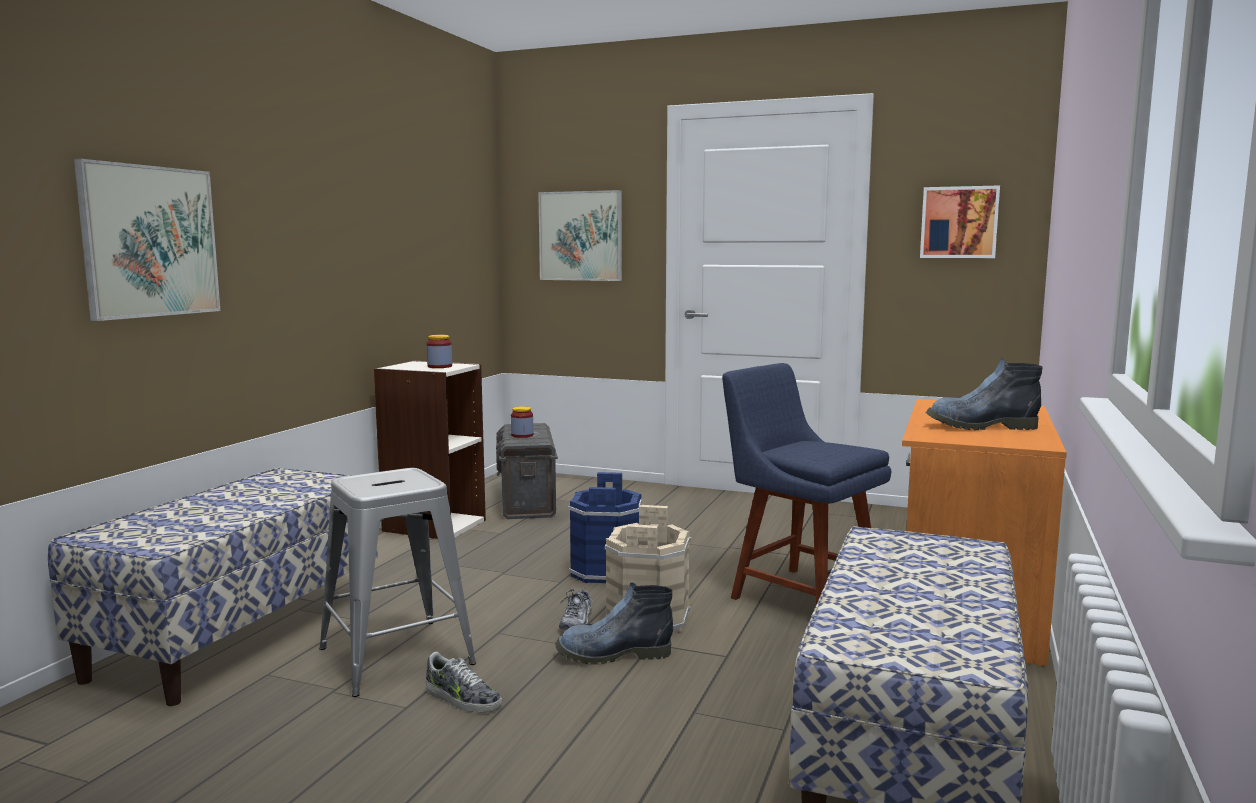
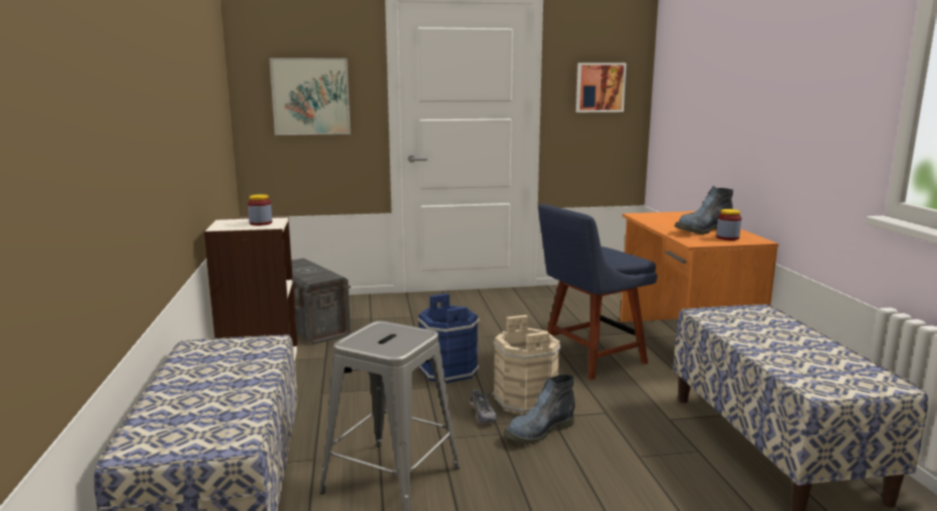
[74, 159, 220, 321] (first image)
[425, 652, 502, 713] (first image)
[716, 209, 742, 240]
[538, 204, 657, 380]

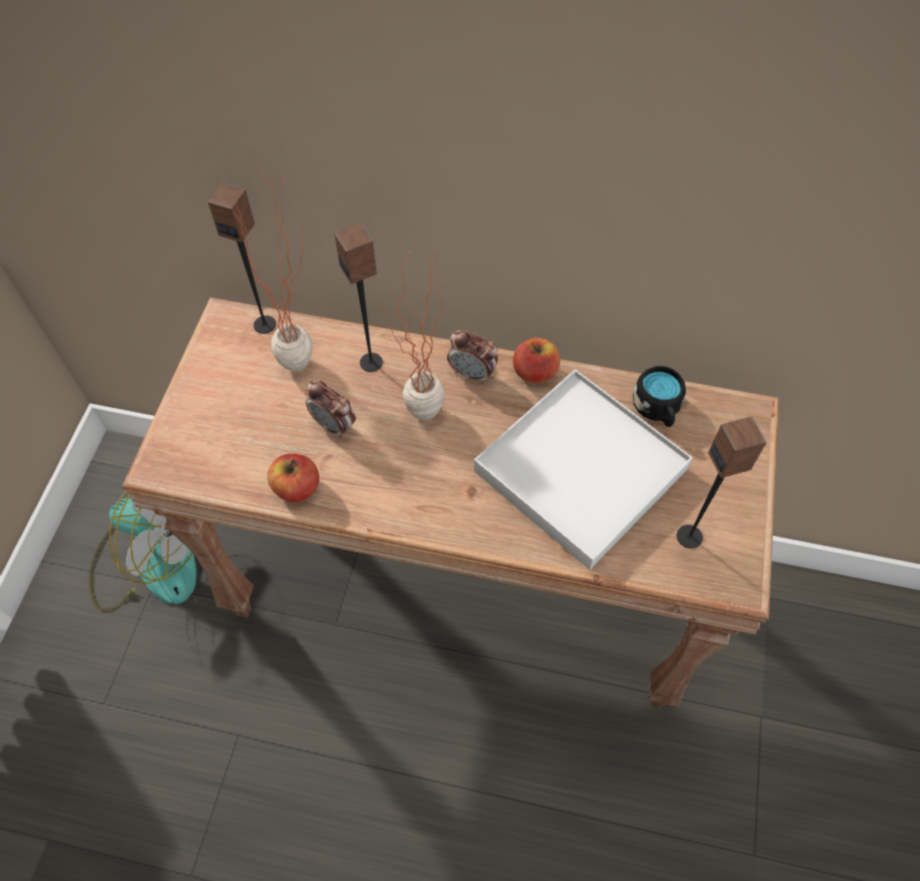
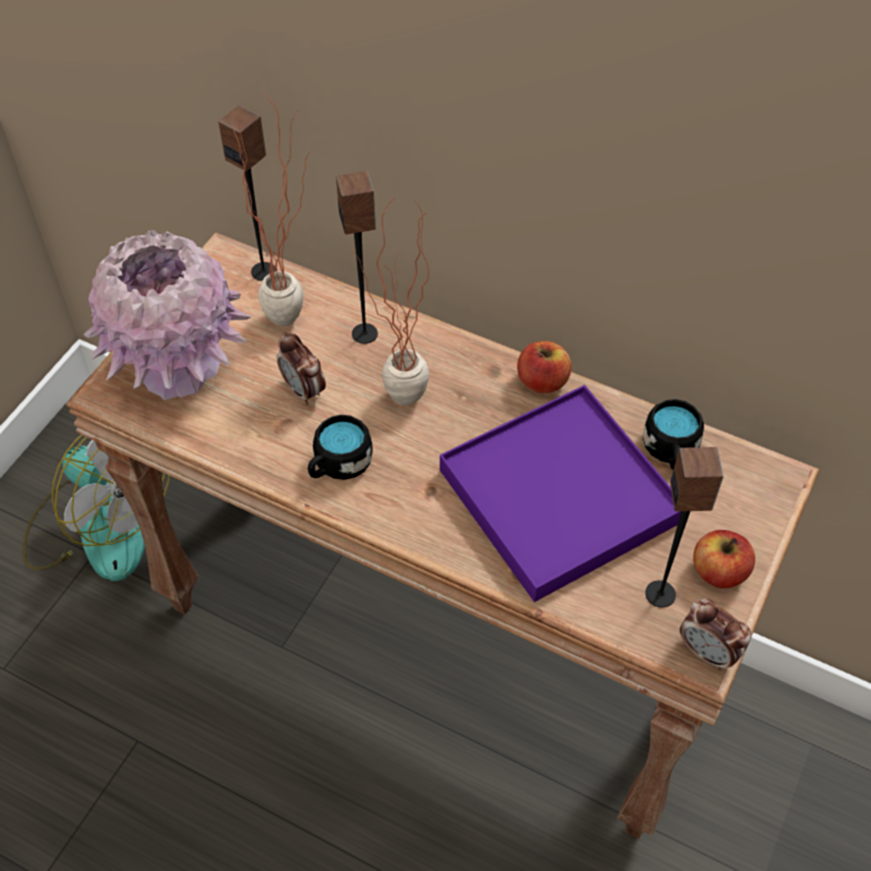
[693, 530, 755, 588]
[680, 598, 751, 671]
[440, 385, 681, 602]
[83, 230, 251, 400]
[308, 415, 373, 480]

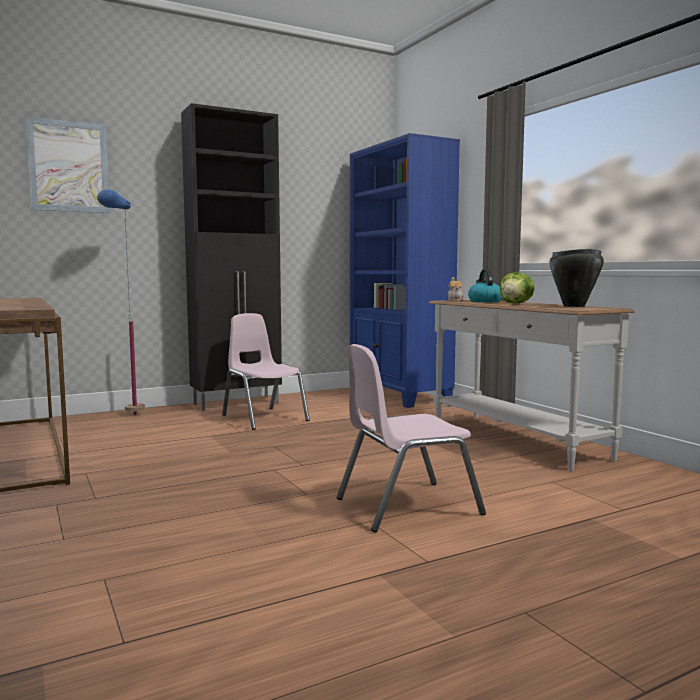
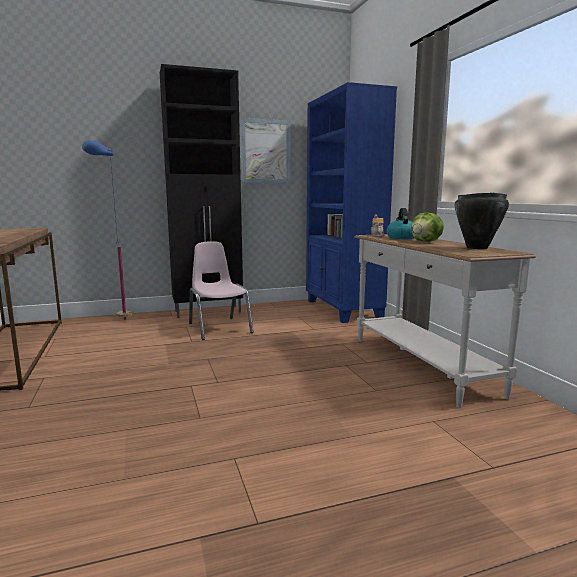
[240, 118, 290, 183]
[336, 344, 486, 532] (first image)

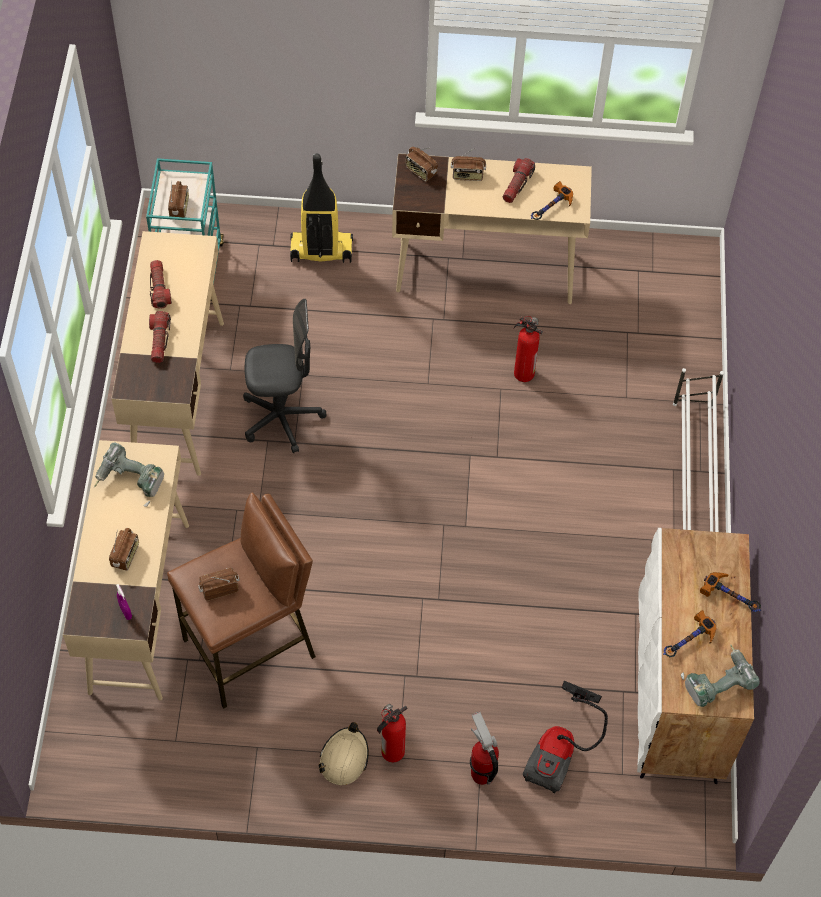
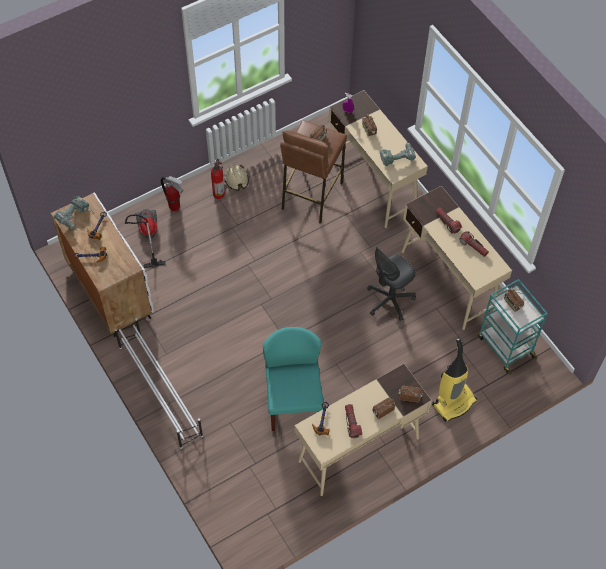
[263, 327, 324, 431]

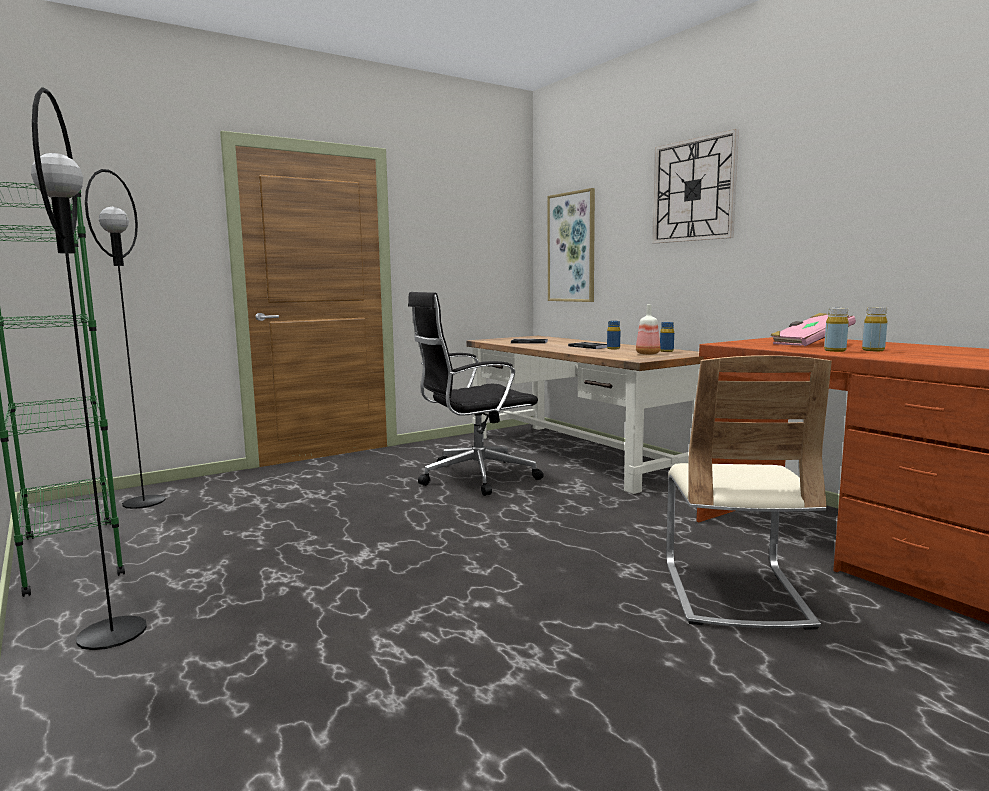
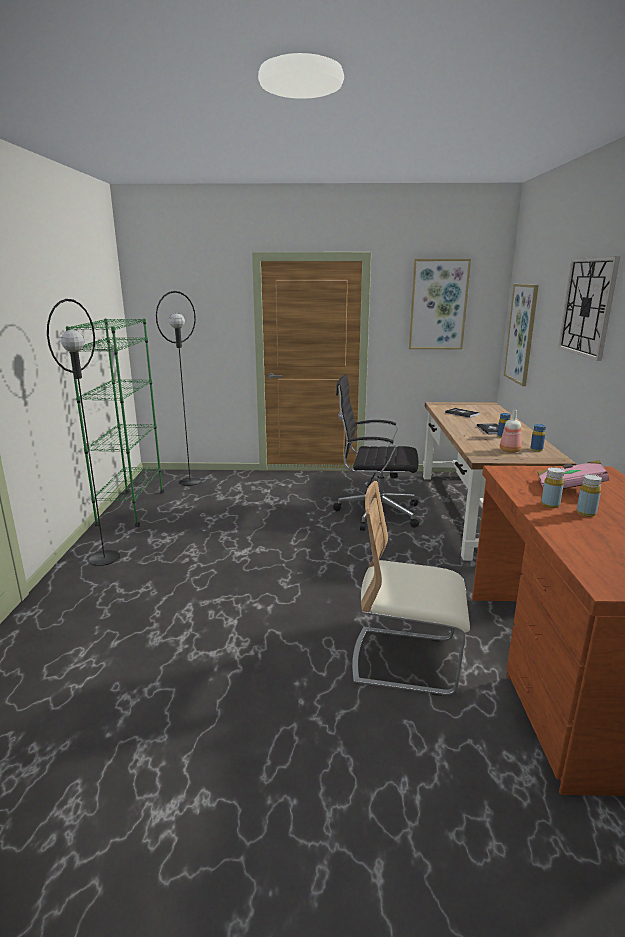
[352, 481, 470, 696]
[409, 259, 471, 349]

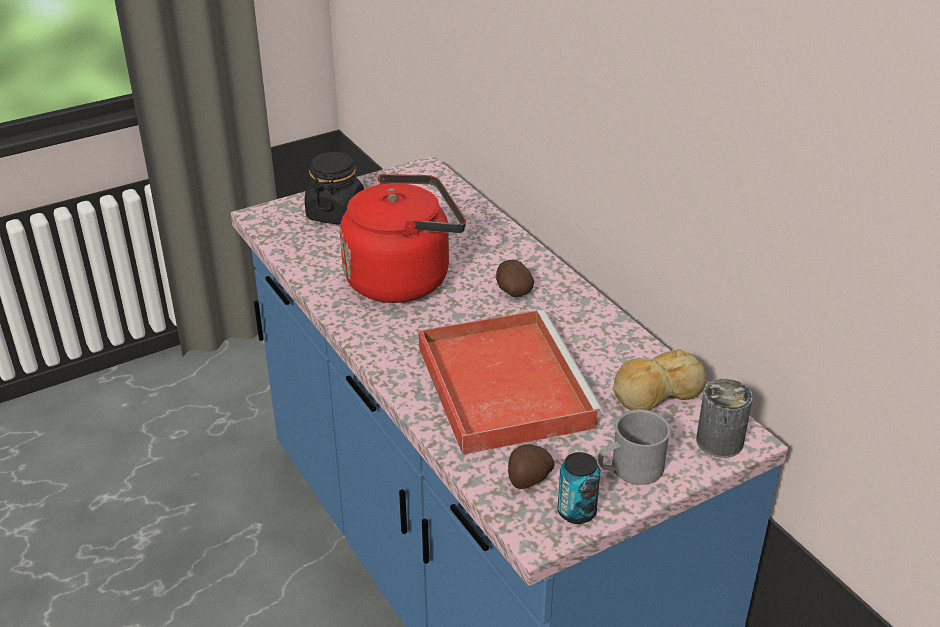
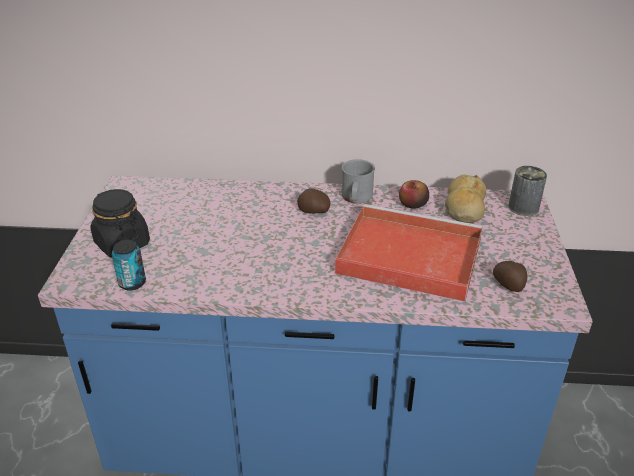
[340, 174, 466, 303] (first image)
[112, 240, 146, 291]
[342, 159, 375, 204]
[399, 180, 429, 209]

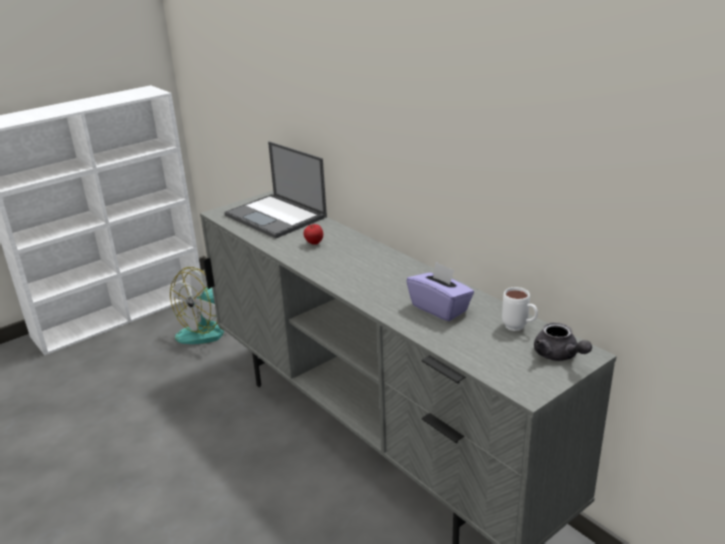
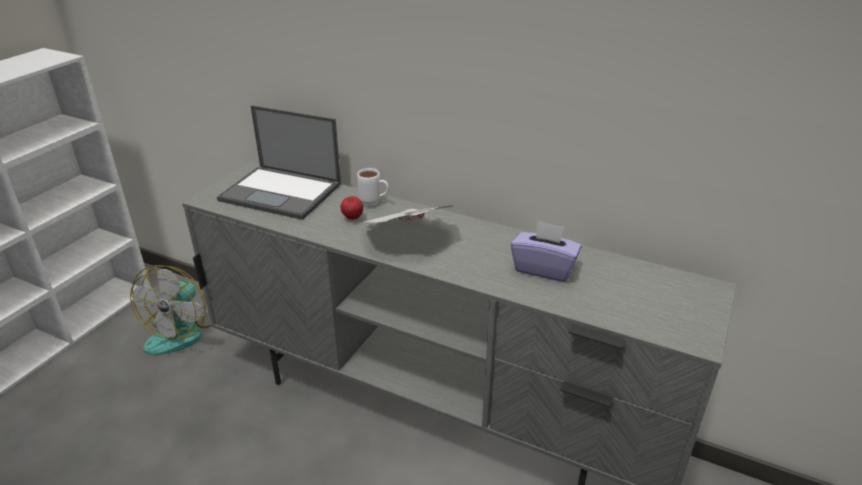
[357, 168, 389, 207]
[534, 322, 592, 361] (first image)
[363, 205, 453, 223]

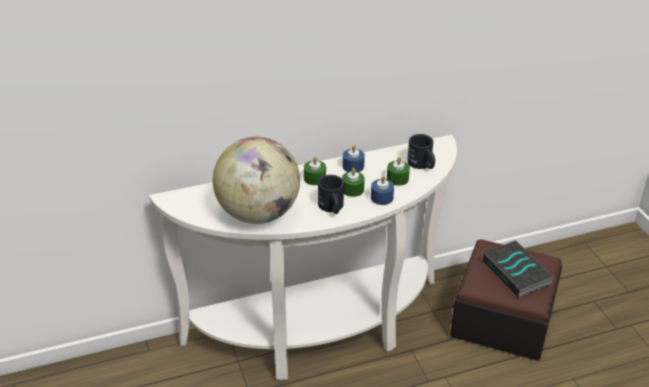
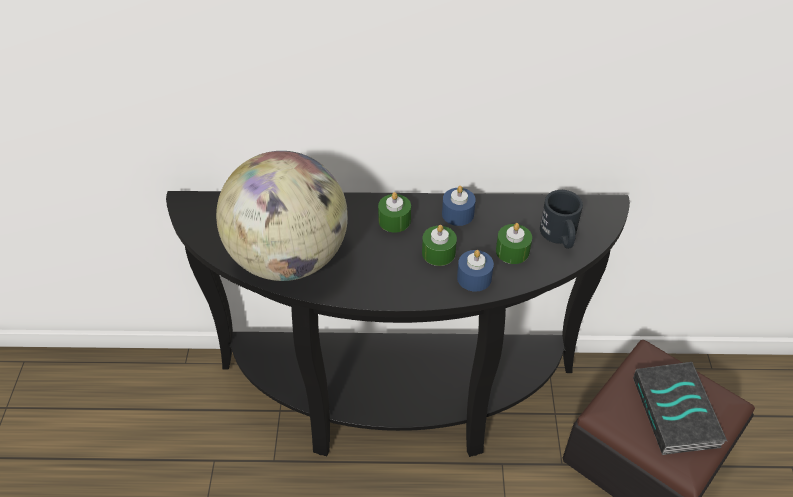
[166, 191, 630, 457]
[318, 175, 344, 214] (first image)

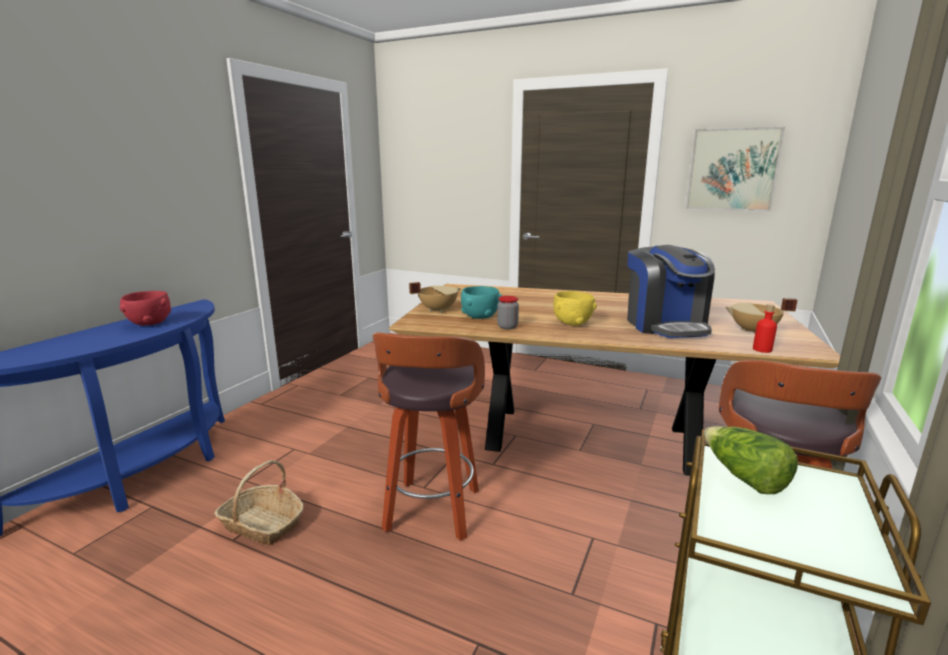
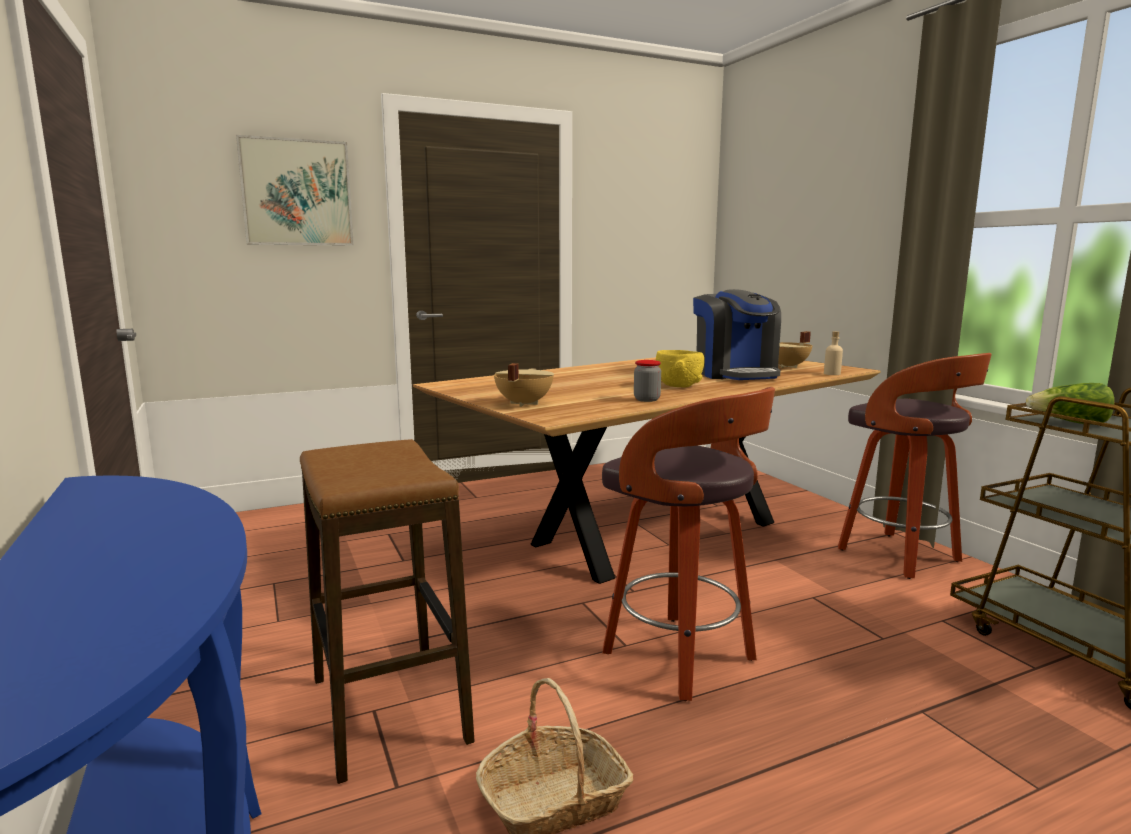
[120, 291, 171, 326] (first image)
[461, 286, 502, 319] (first image)
[693, 289, 781, 380]
[236, 135, 354, 246]
[824, 331, 843, 375]
[300, 439, 474, 784]

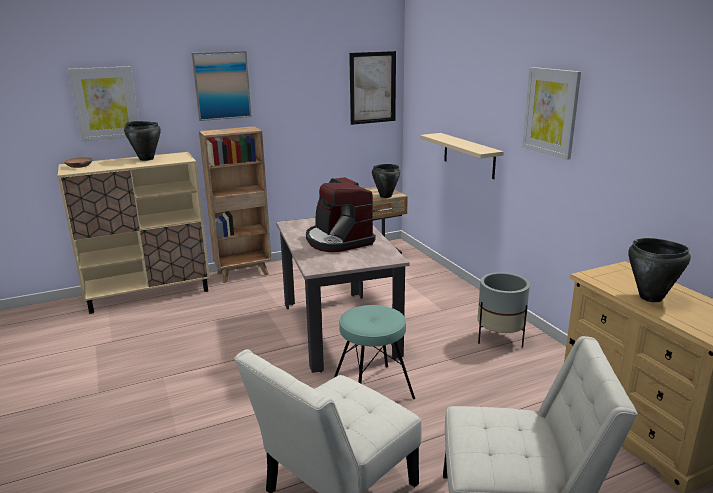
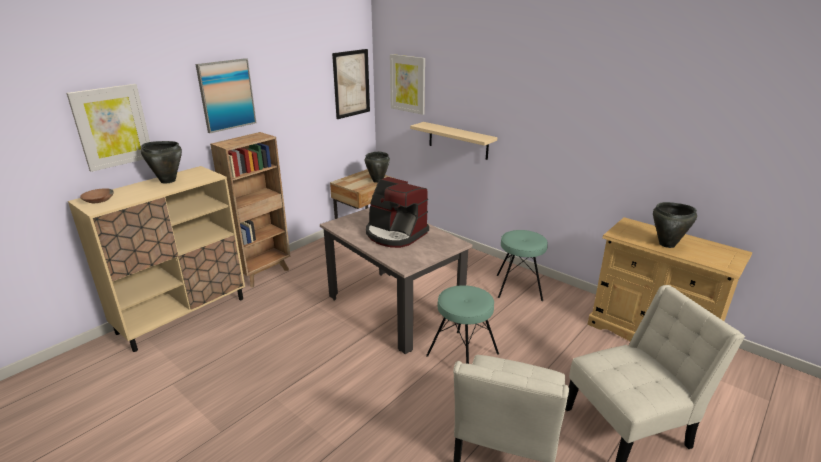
[497, 230, 548, 301]
[390, 54, 425, 115]

